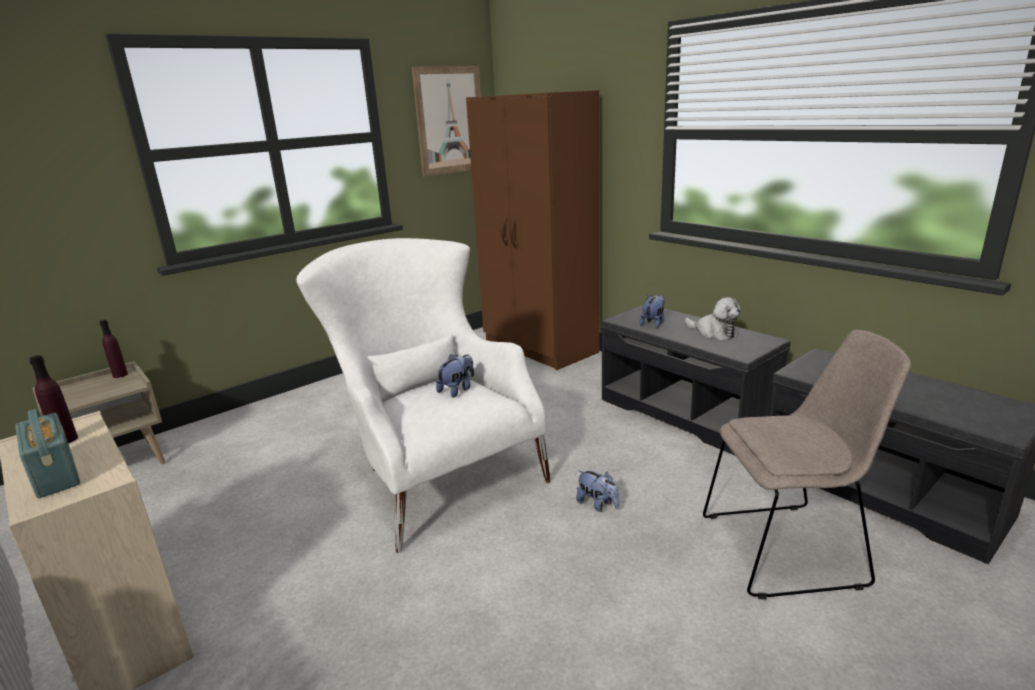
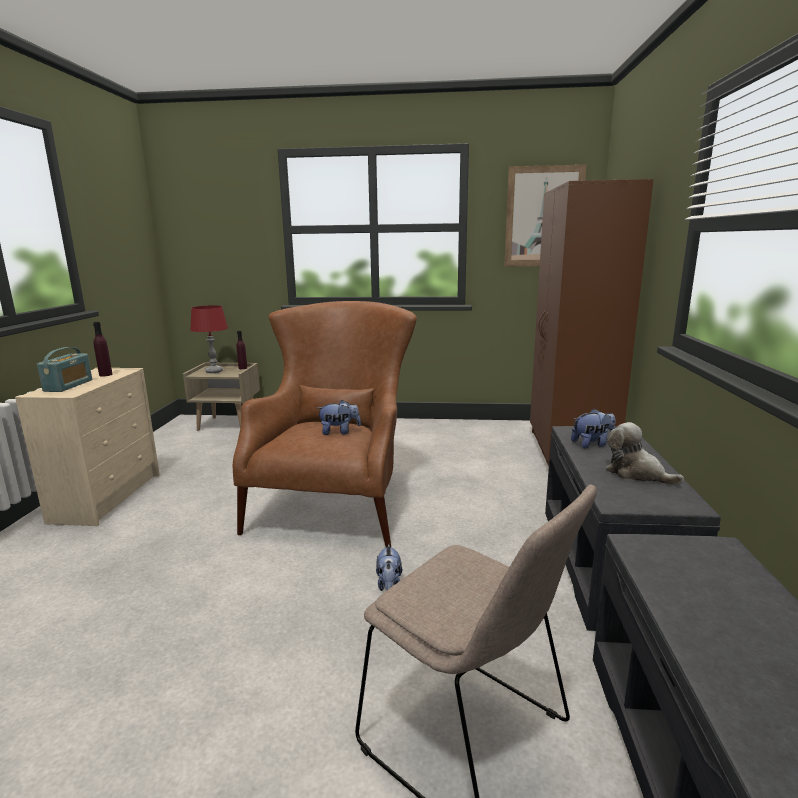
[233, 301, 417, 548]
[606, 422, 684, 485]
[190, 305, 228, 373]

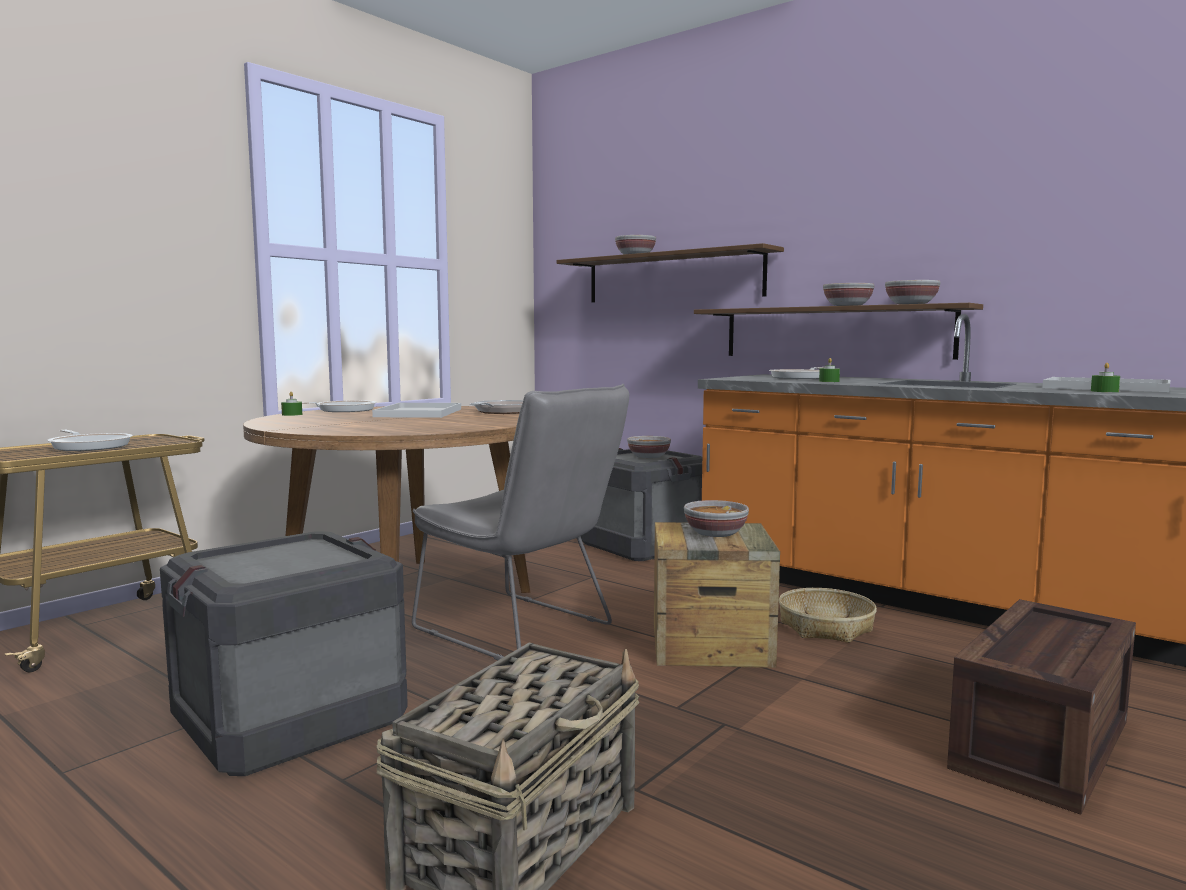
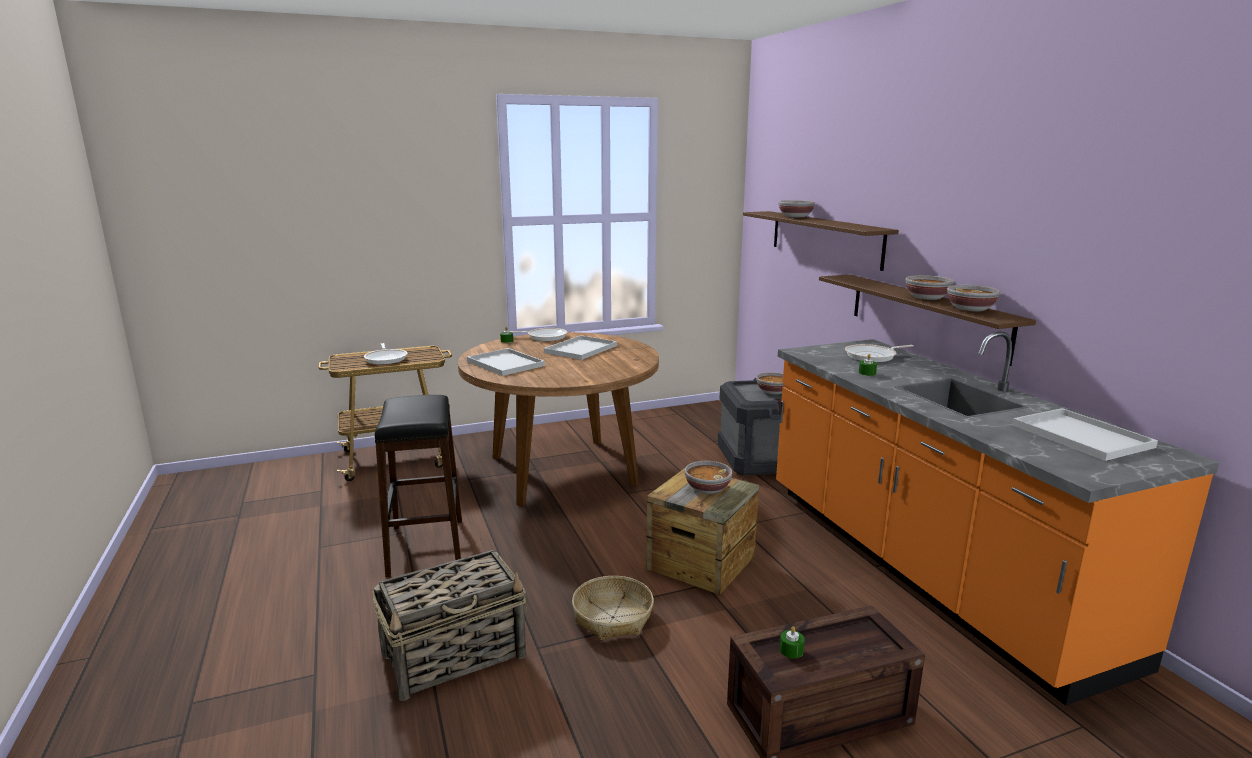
[375, 395, 462, 577]
[412, 384, 629, 660] (first image)
[470, 400, 523, 414] (first image)
[572, 576, 654, 641]
[779, 626, 805, 659]
[467, 348, 545, 376]

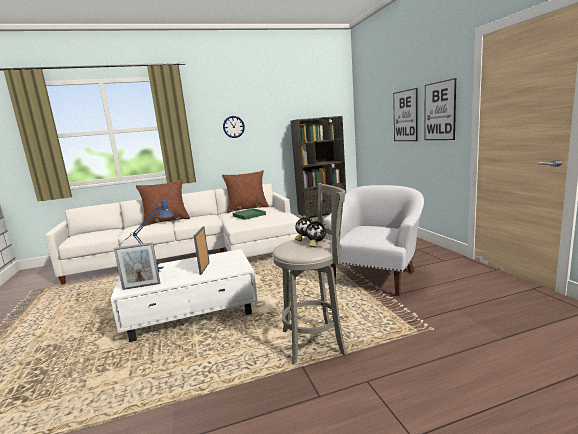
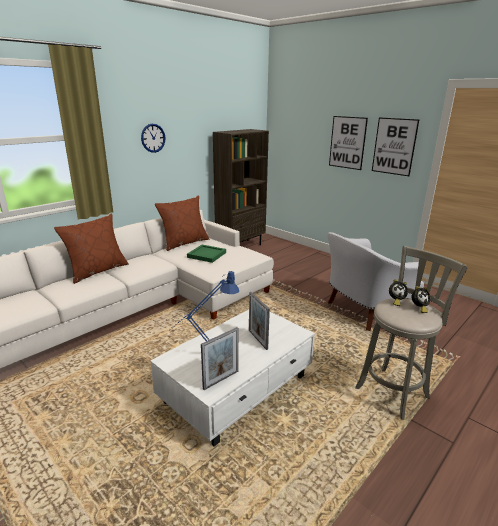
[327, 232, 424, 331]

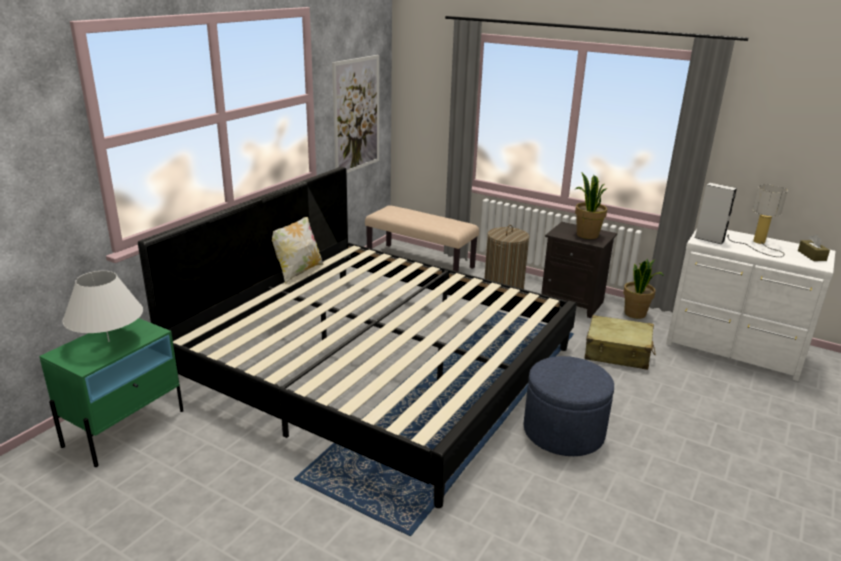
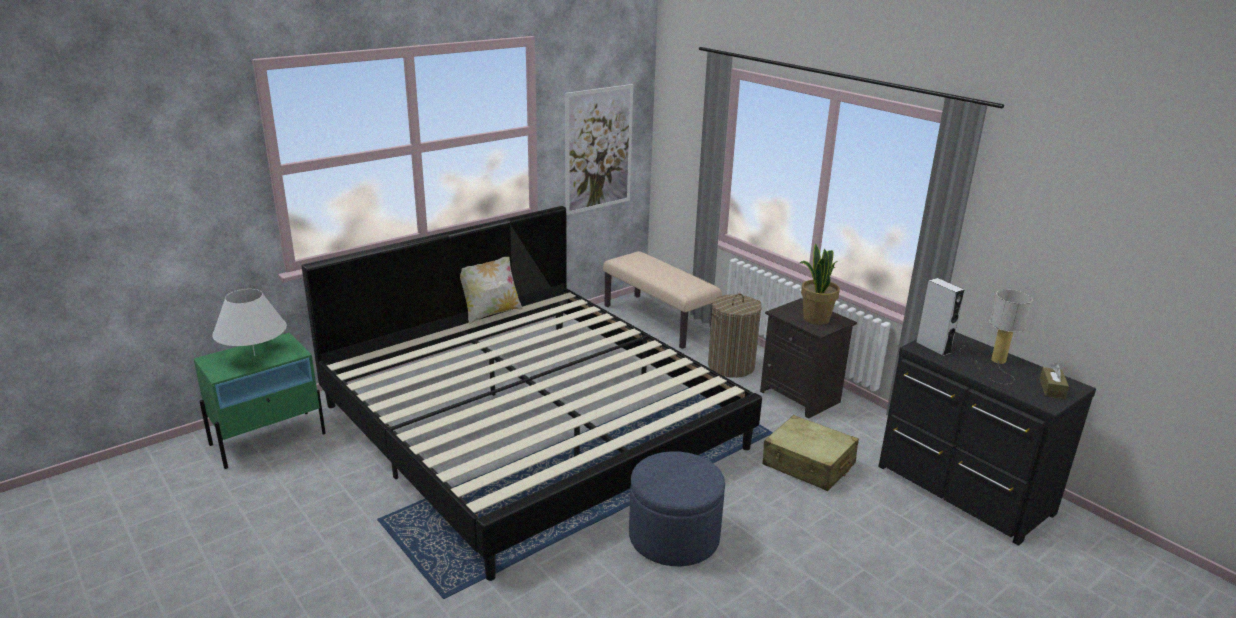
[623, 259, 664, 319] (first image)
[878, 332, 1096, 545]

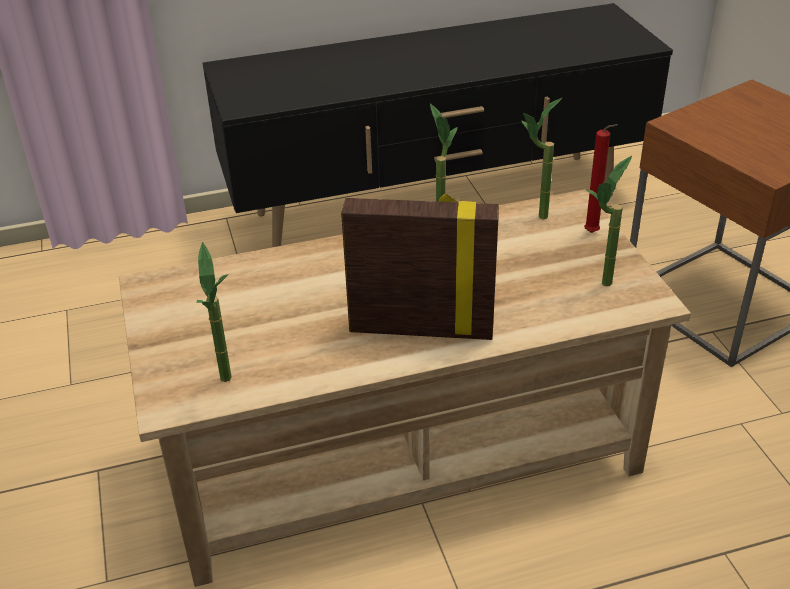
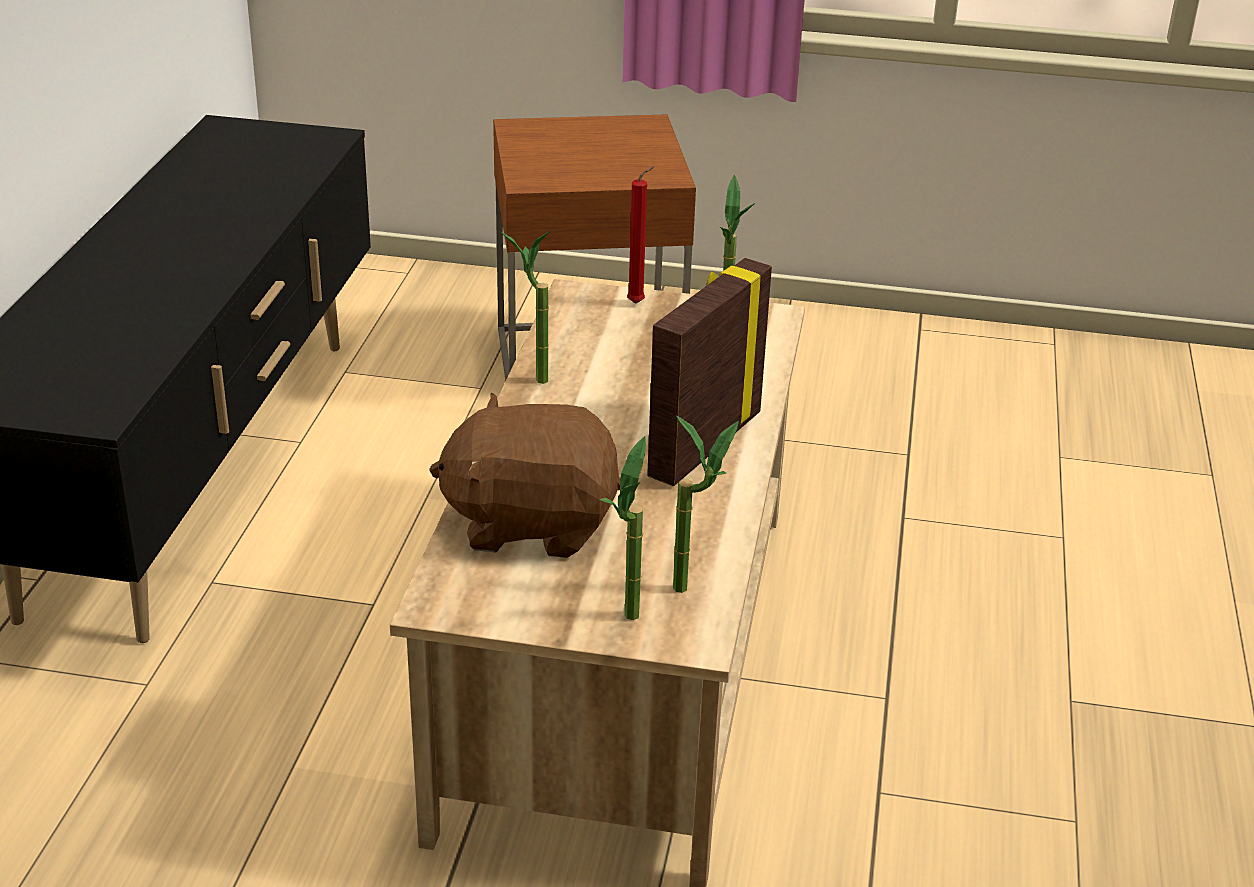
[599, 436, 646, 620]
[429, 393, 620, 558]

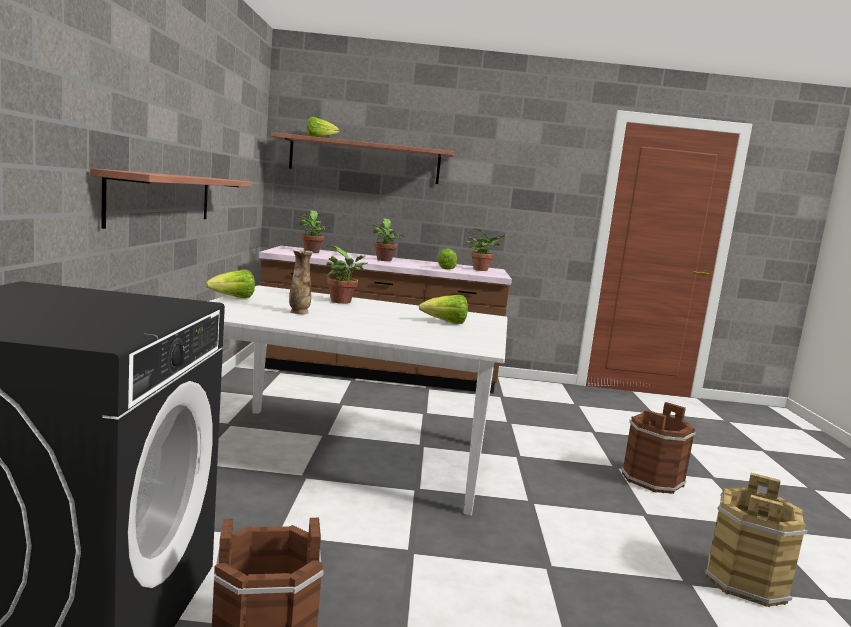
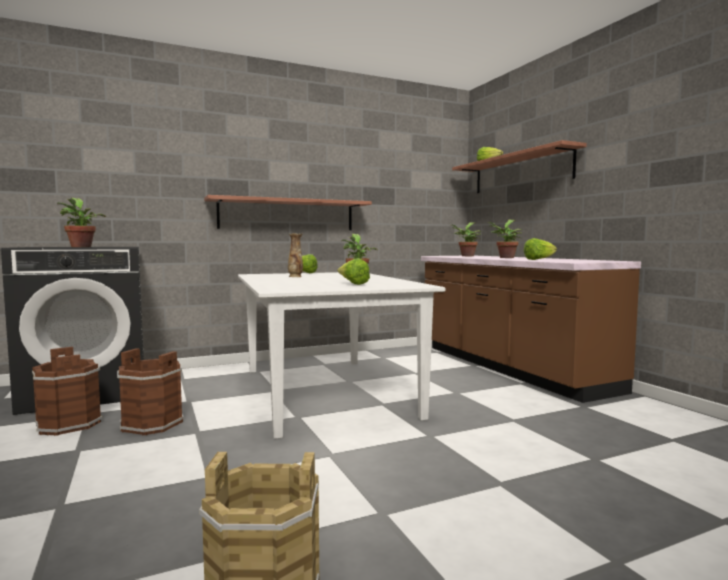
[57, 197, 106, 247]
[117, 348, 184, 436]

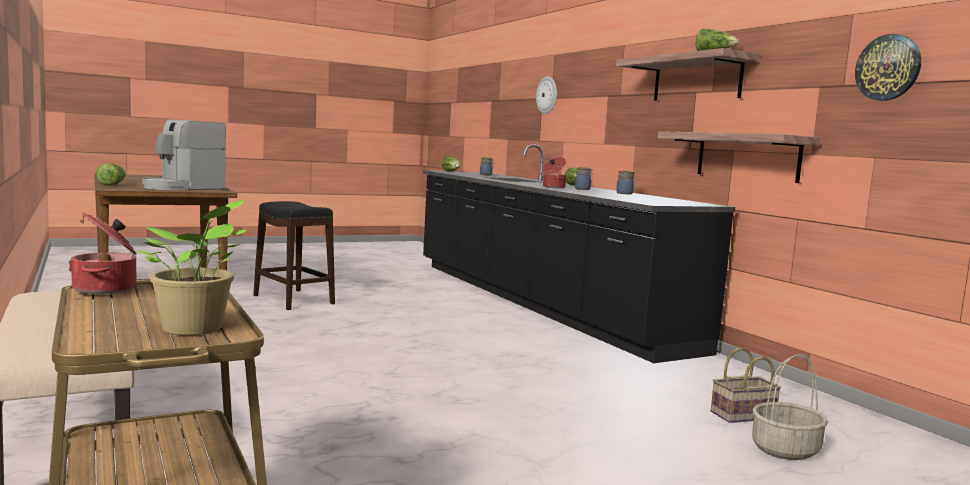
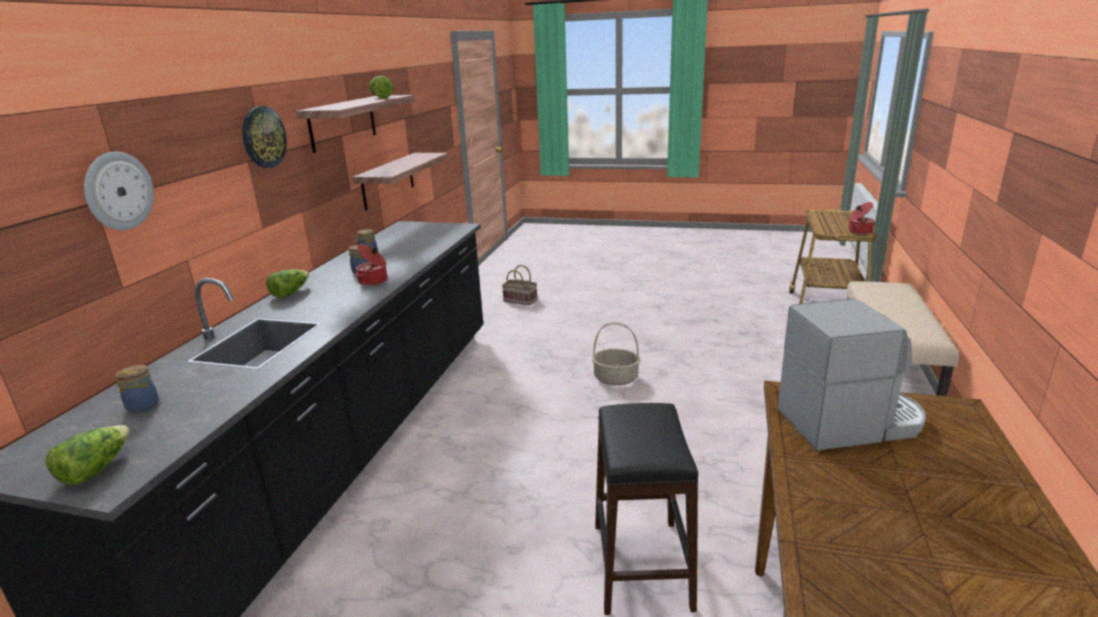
[96, 164, 126, 186] (first image)
[136, 200, 247, 336] (first image)
[592, 322, 640, 386]
[242, 106, 287, 168]

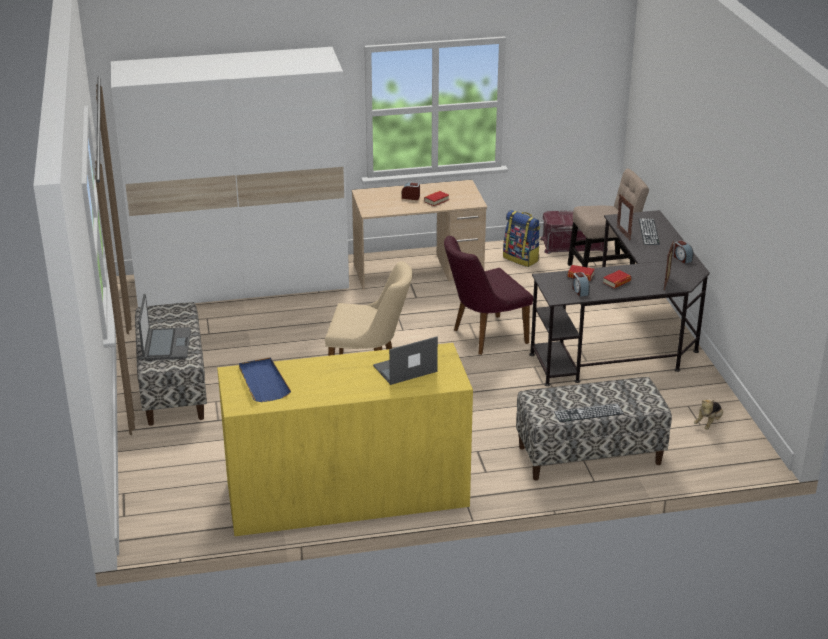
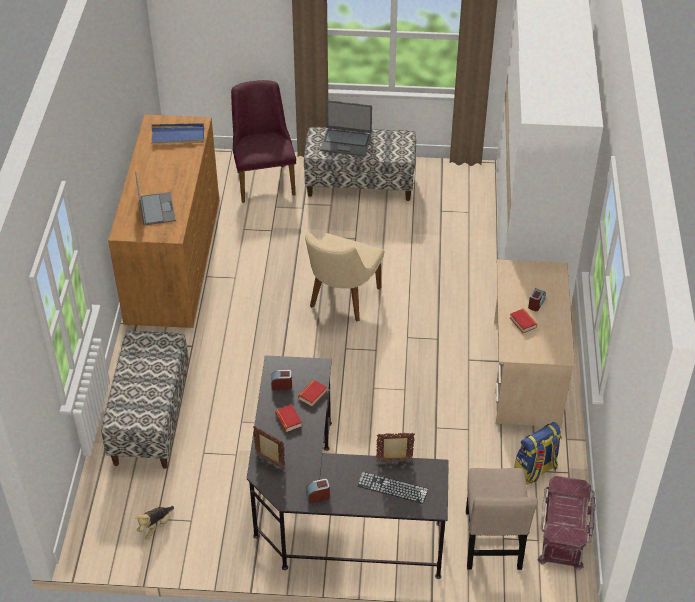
[108, 115, 219, 328]
[231, 80, 296, 203]
[554, 403, 624, 422] (first image)
[135, 506, 174, 540]

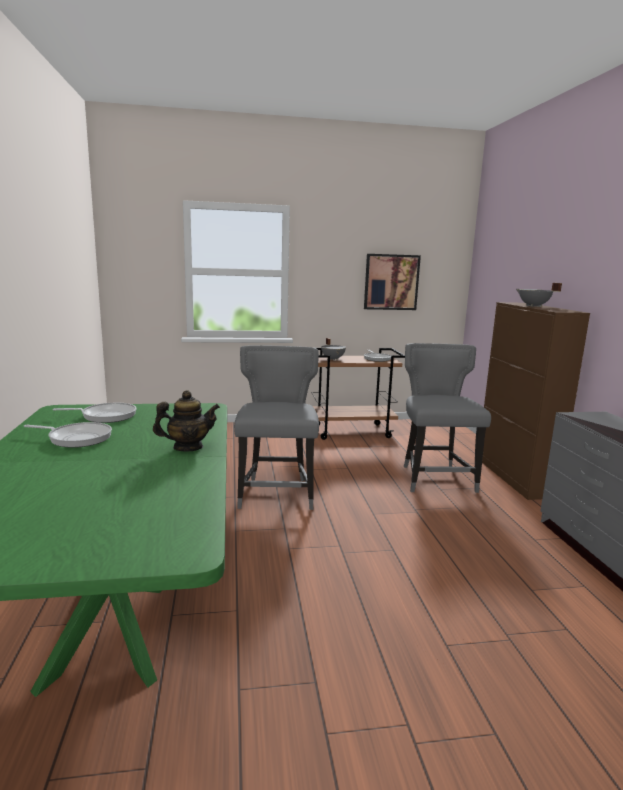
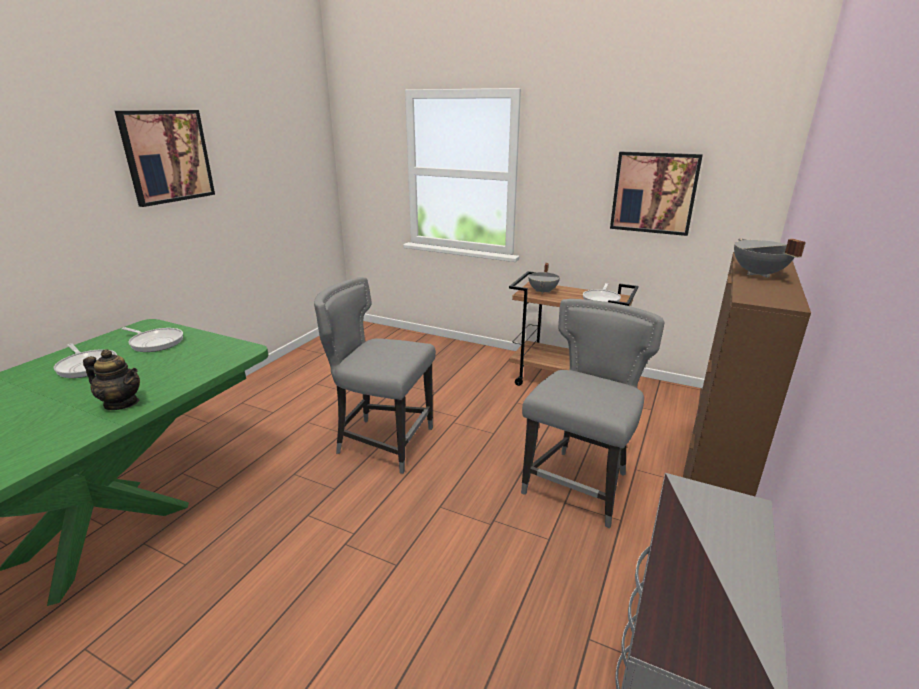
[314, 277, 436, 474]
[115, 110, 215, 207]

